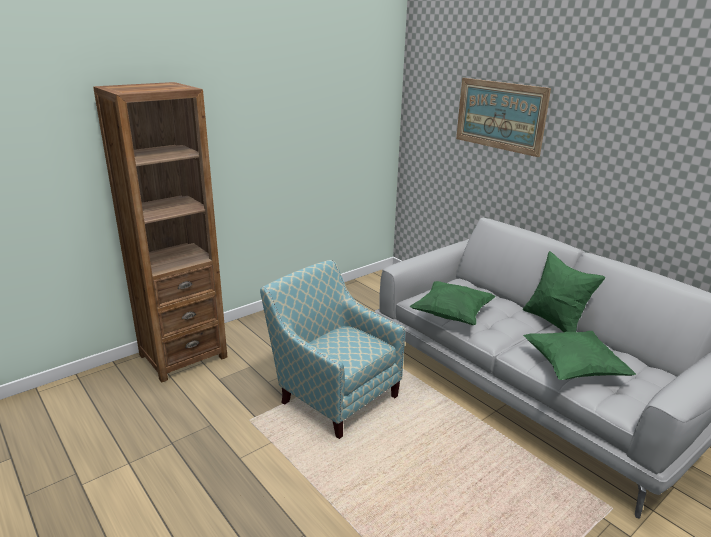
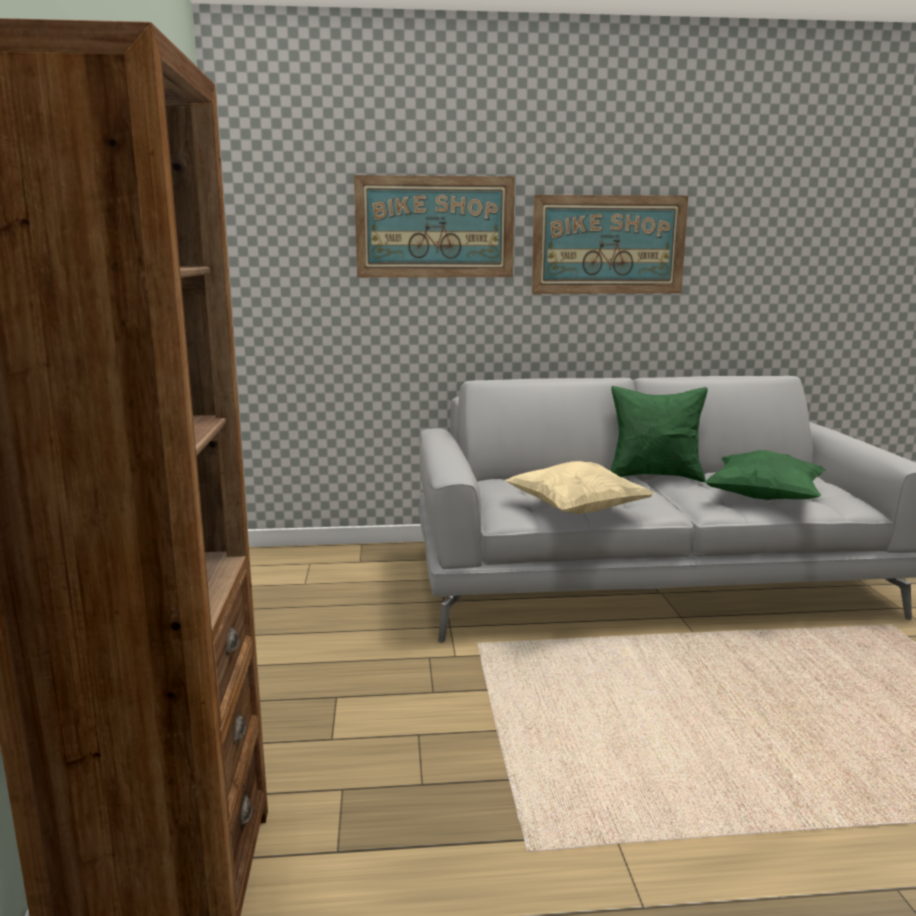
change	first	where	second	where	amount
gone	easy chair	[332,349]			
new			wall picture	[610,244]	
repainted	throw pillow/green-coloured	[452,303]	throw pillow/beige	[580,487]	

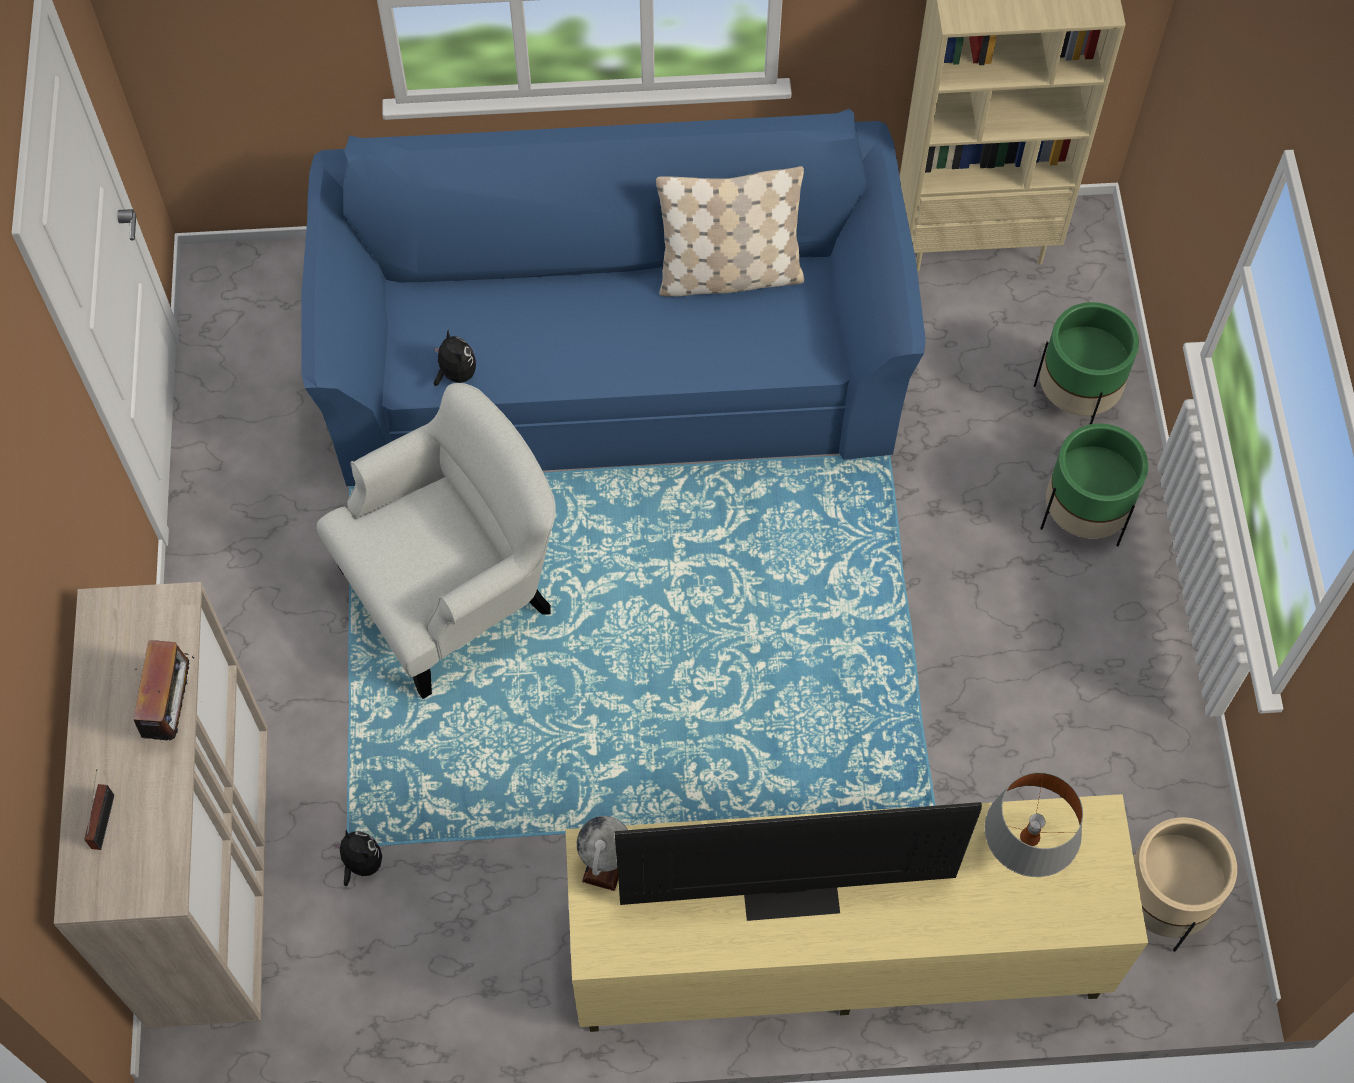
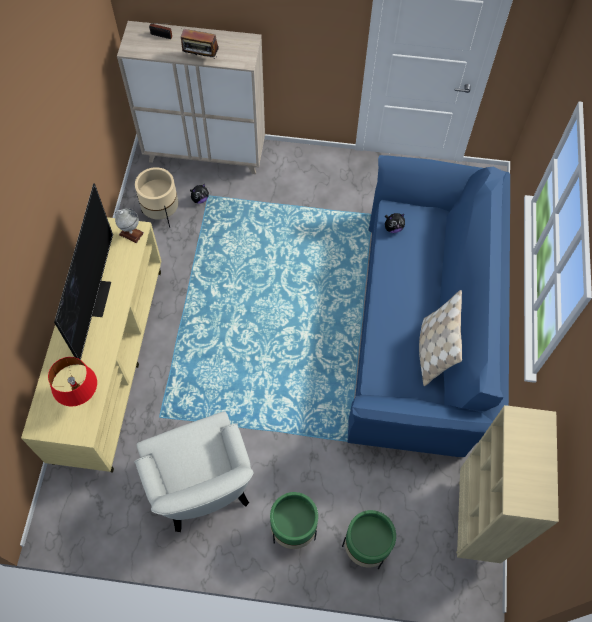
change	first	where	second	where	amount
shifted	easy chair/white	[436,541]		[194,471]	
shifted	plant pot/beige	[1185,884]		[157,197]	
repainted	lamp for a table/greyish	[1033,824]	lamp for a table/red	[72,381]	

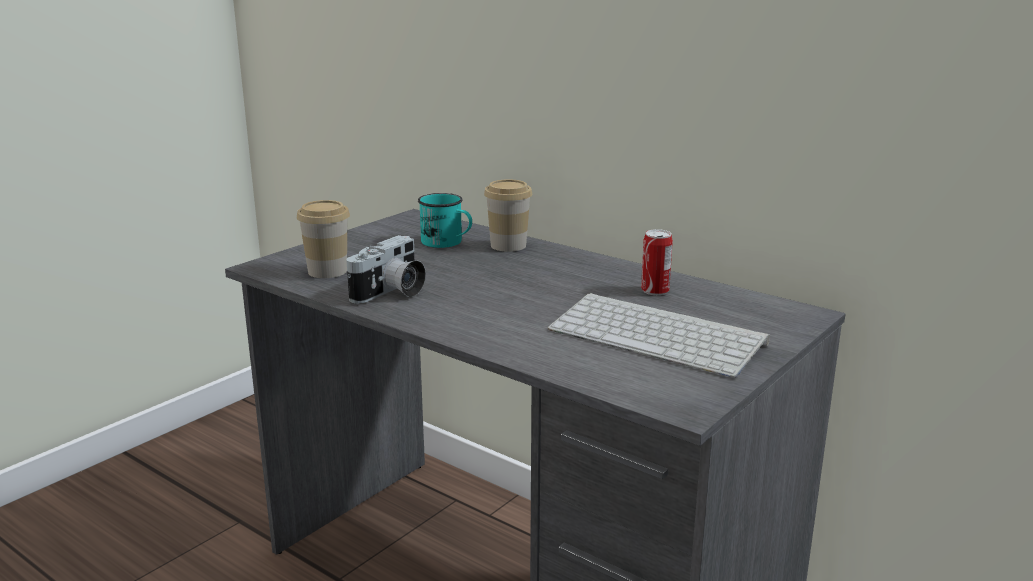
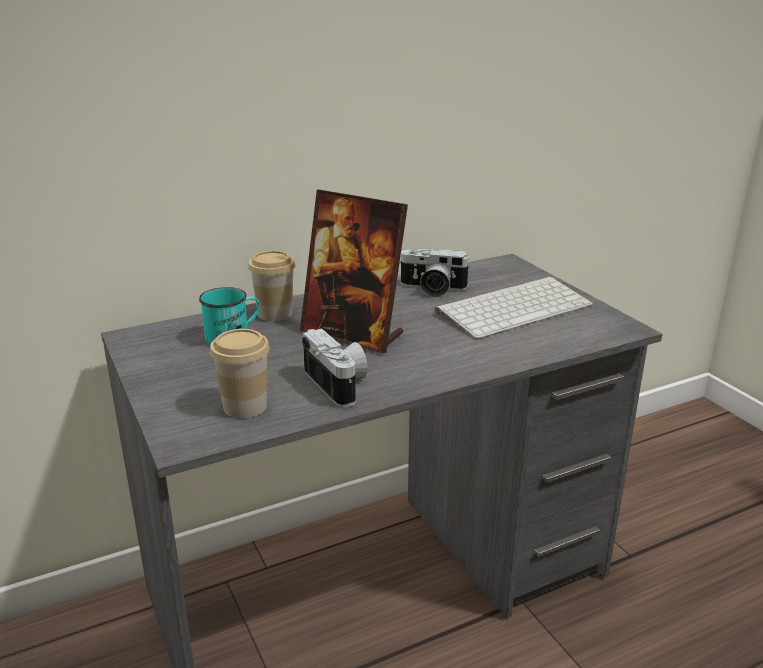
change	first	where	second	where	amount
new			picture frame	[354,272]	
swapped	metal can	[657,262]	photo camera	[435,273]	

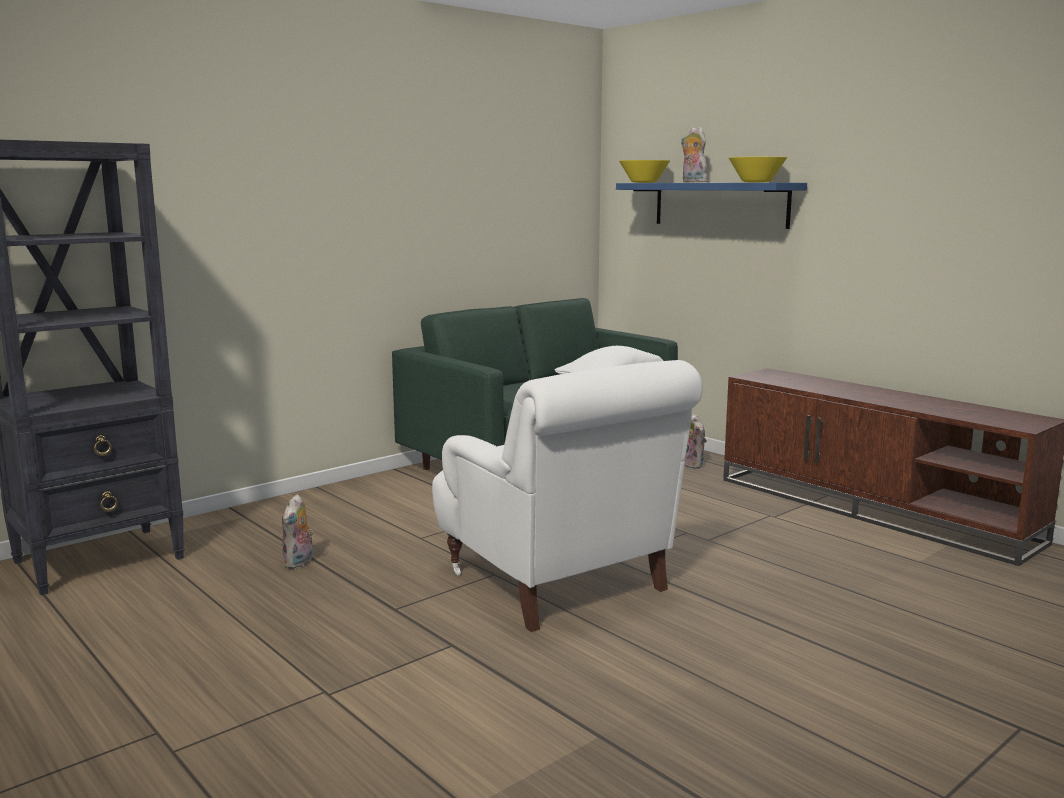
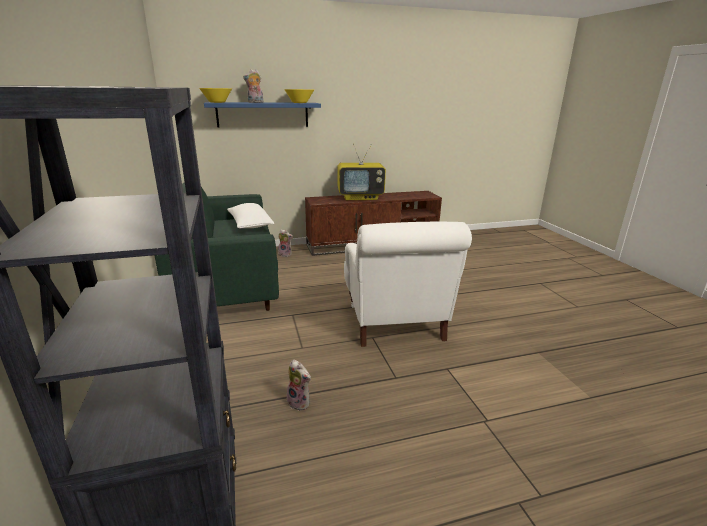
change	first	where	second	where	amount
new			TV	[361,171]	
rotated	easy chair/white	[567,496]		[408,284]	90 degrees clockwise

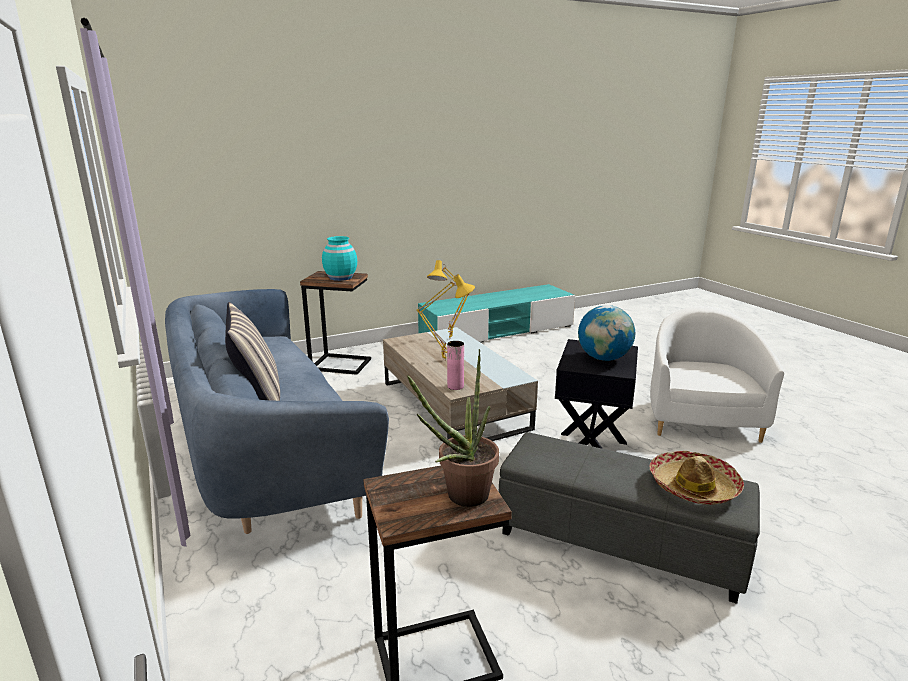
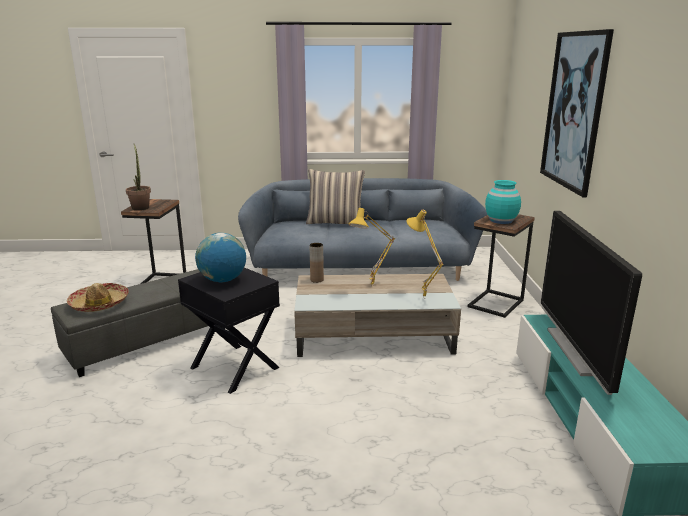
change	first	where	second	where	amount
gone	easy chair/white	[717,374]			
new			wall picture	[577,113]	
new			TV	[591,303]	
repainted	vase/pink-coloured	[455,365]	vase/brownish	[317,263]	

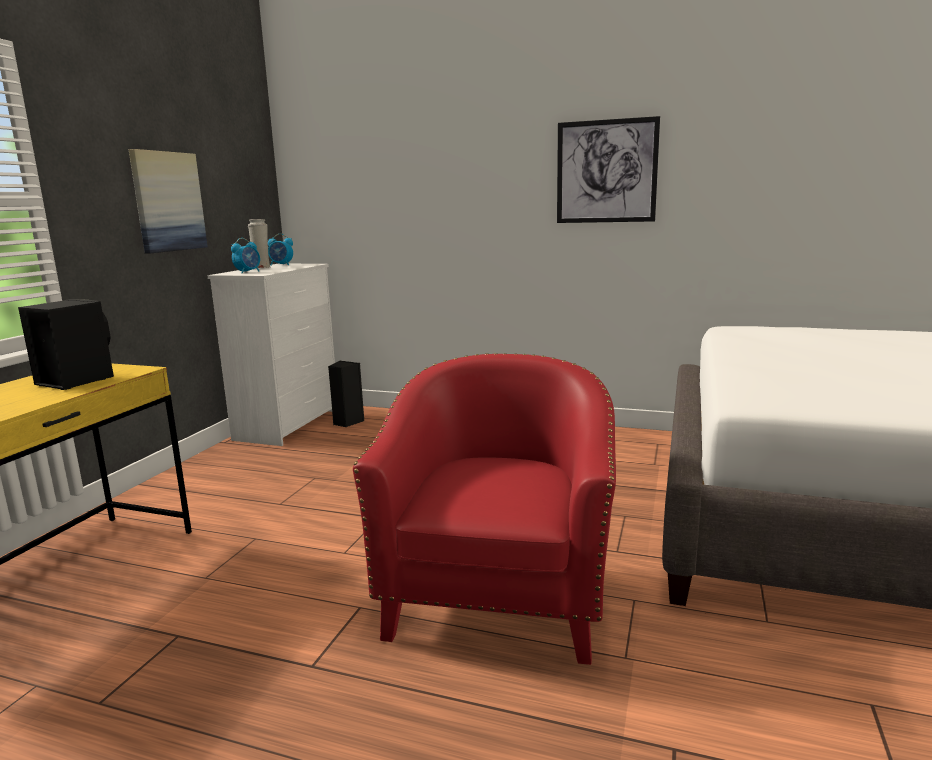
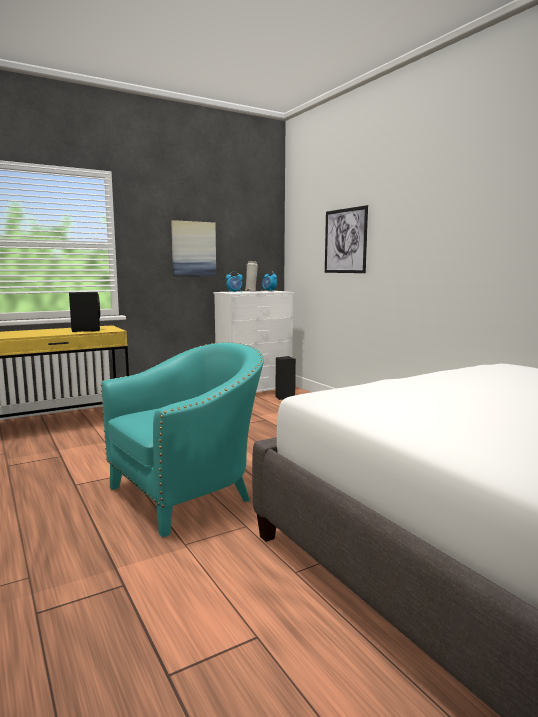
change	first	where	second	where	amount
shifted	wall picture	[608,169]		[346,239]	
repainted	easy chair/red	[484,509]	easy chair/blue-green	[182,439]	

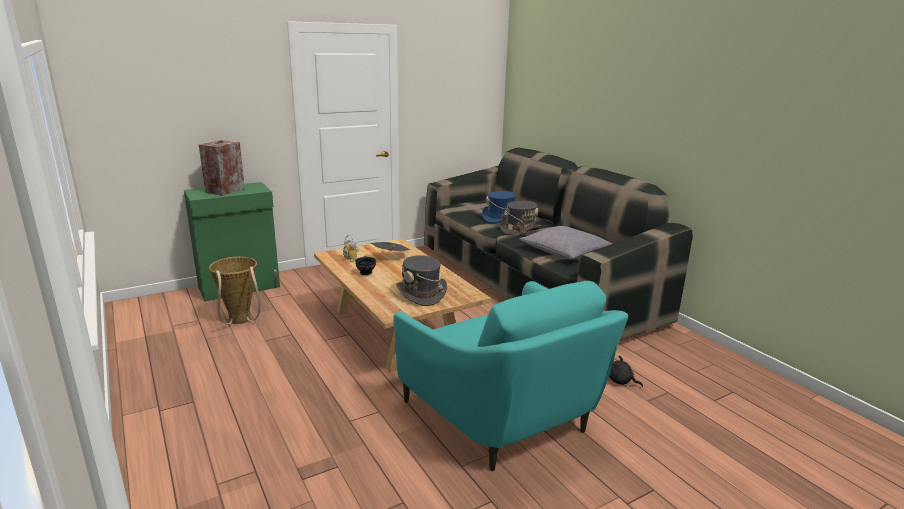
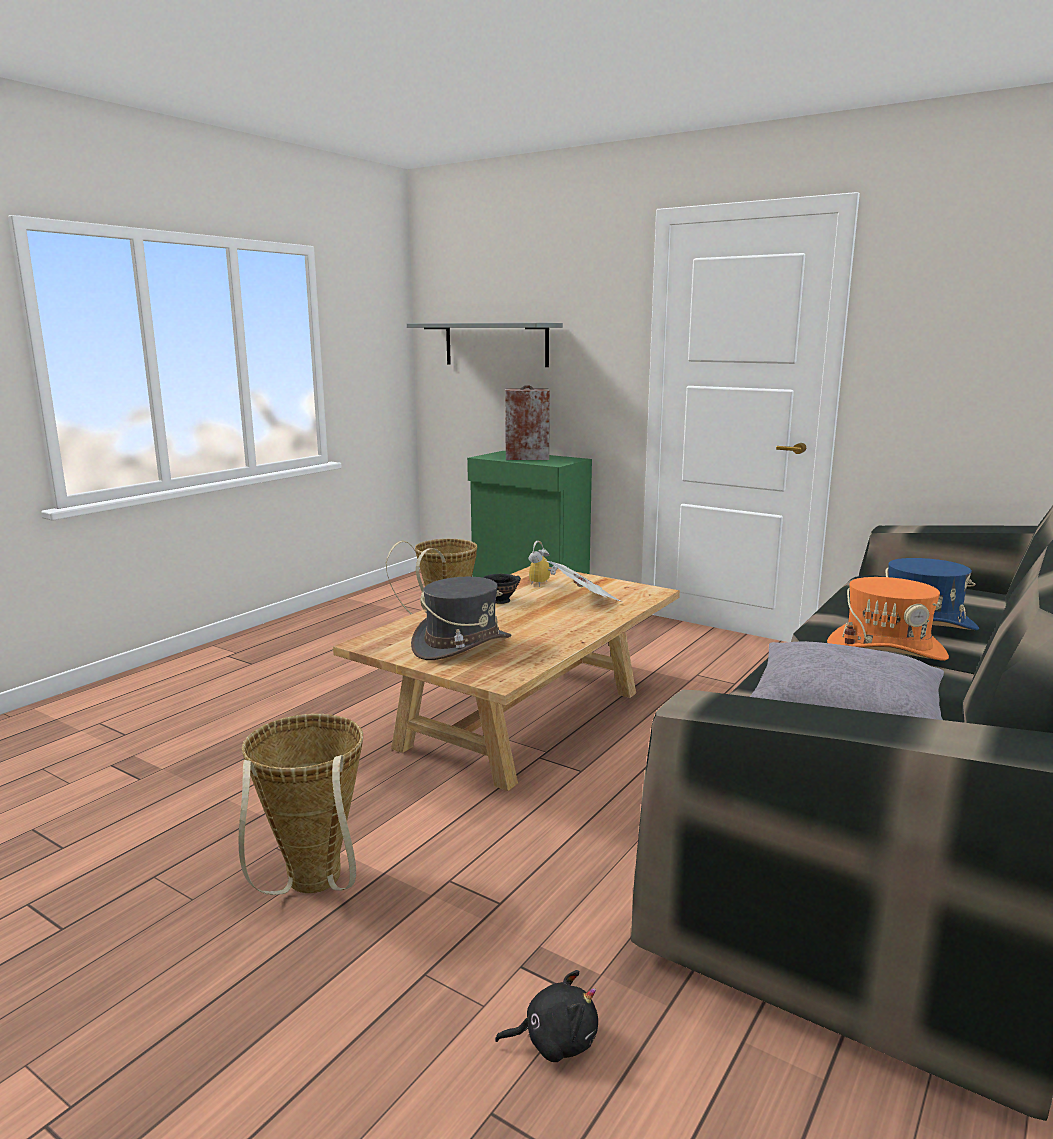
change	first	where	second	where	amount
new			wall shelf/greyish	[485,345]	
swapped	easy chair/blue-green	[510,376]	basket	[300,804]	
repainted	clothing hat/greyish	[520,218]	clothing hat/orangey	[888,619]	
rotated	cuddly toy/black-coloured	[626,371]		[546,1016]	75 degrees clockwise

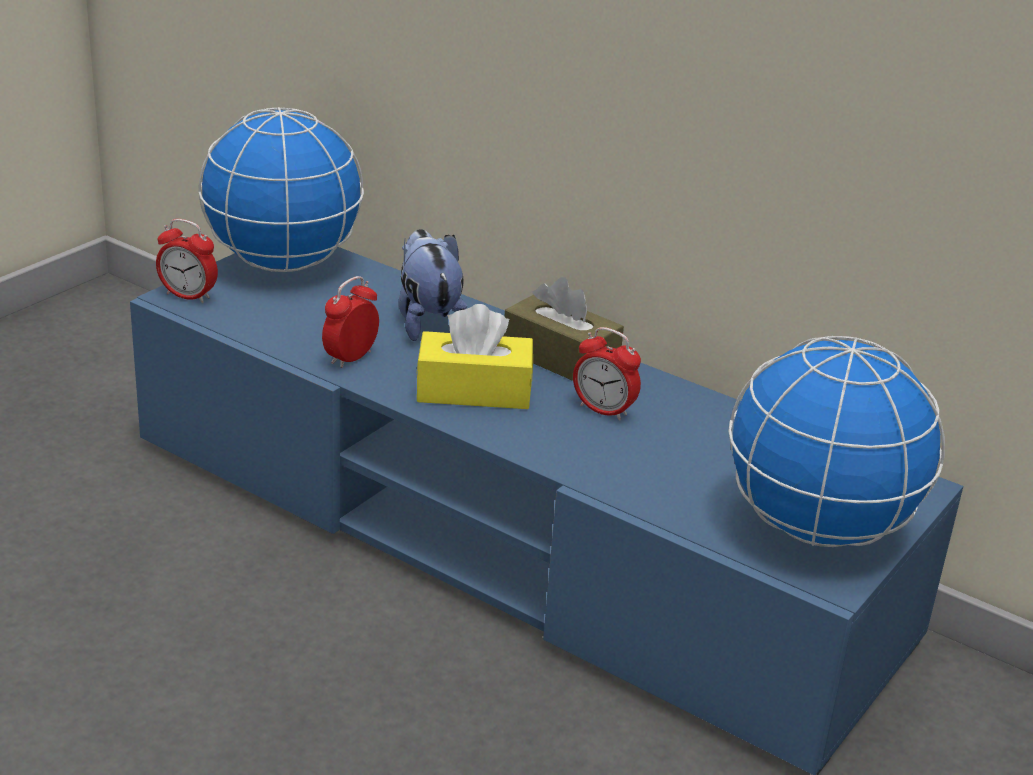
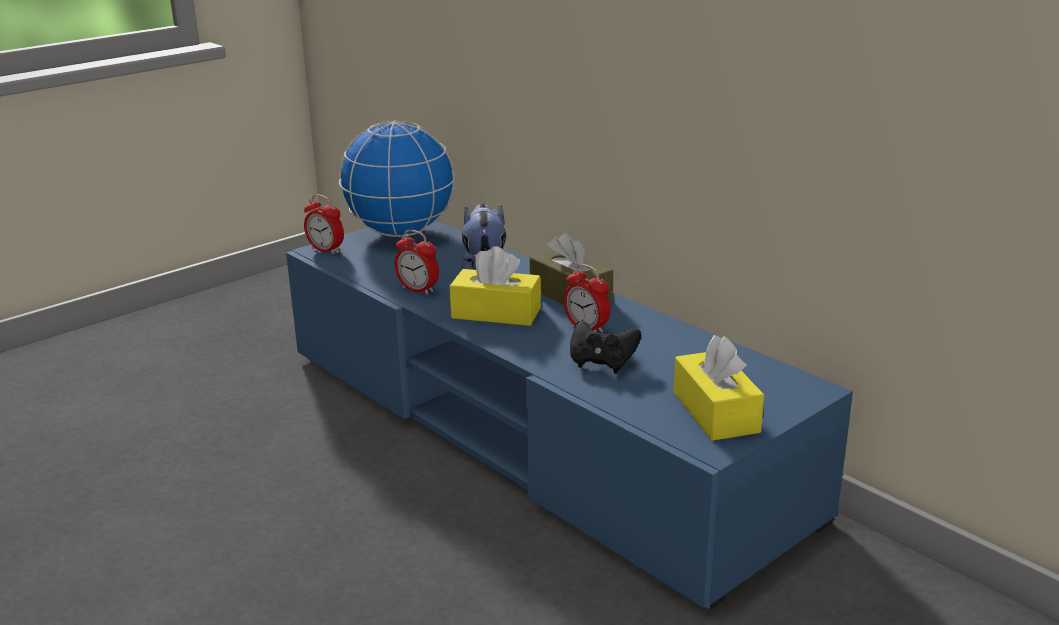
change	first	where	second	where	amount
new			gamepad/black-coloured	[605,347]	
swapped	globe	[836,441]	tissue holder/yellow	[719,388]	
rotated	alarm clock	[350,322]		[417,262]	105 degrees counterclockwise

